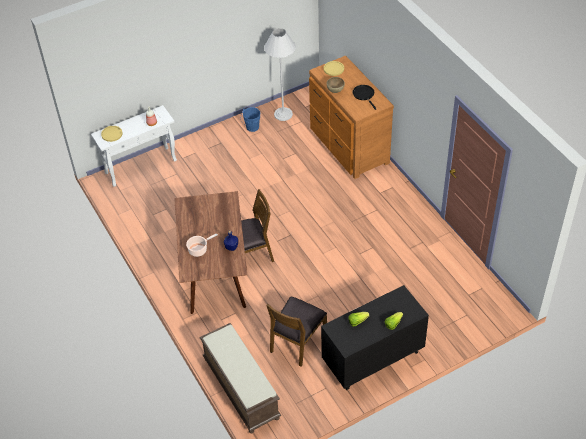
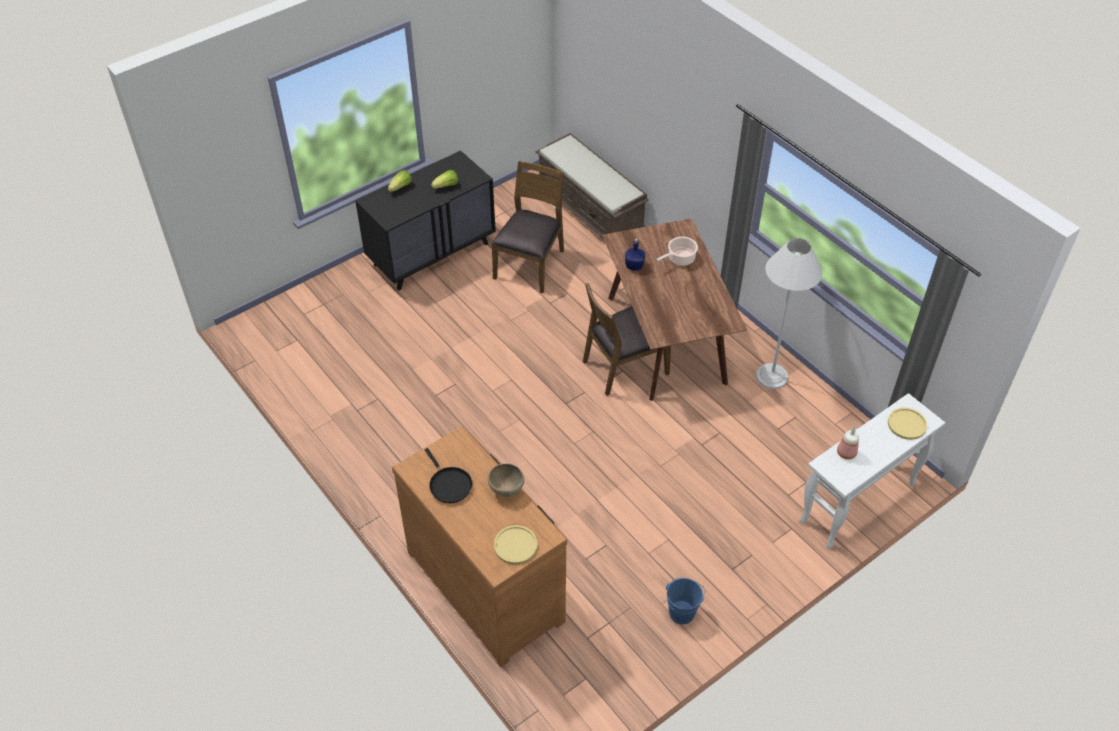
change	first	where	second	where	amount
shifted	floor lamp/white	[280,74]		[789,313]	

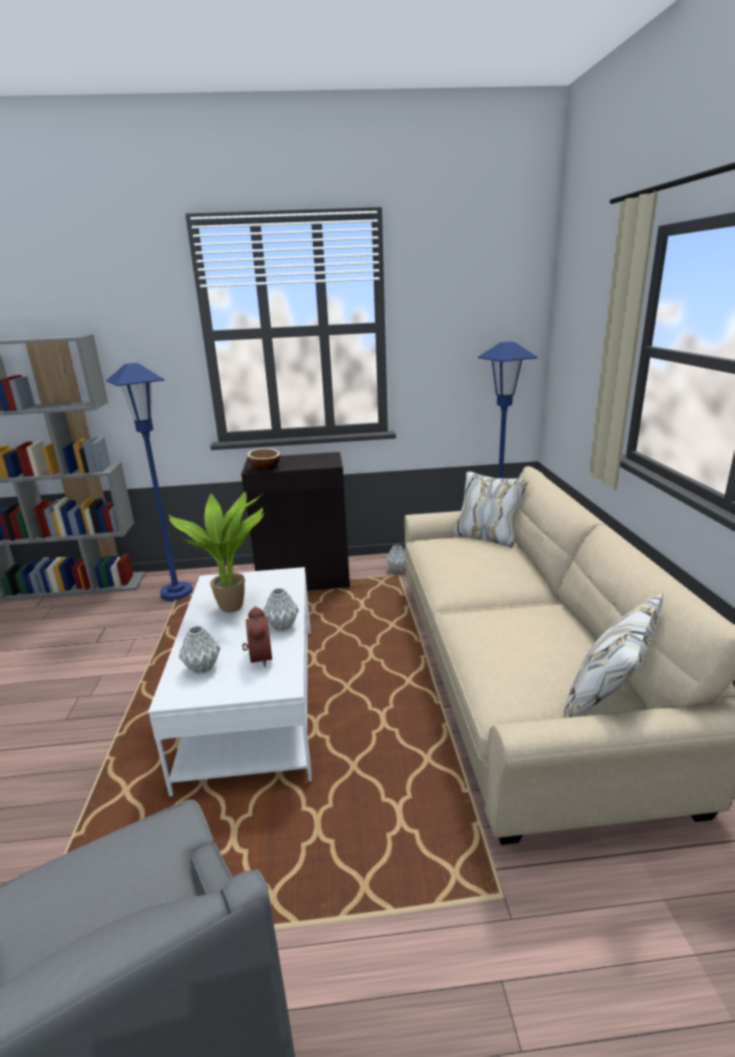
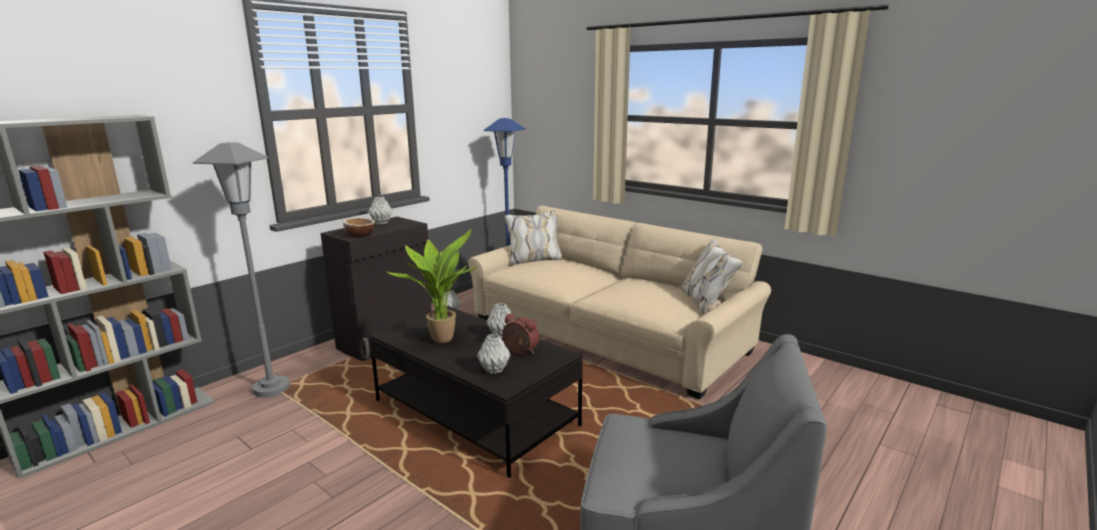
change	first	where	second	where	amount
new			vase/greyish	[381,210]	
repainted	floor lamp/blue	[150,482]	floor lamp/greyish	[241,270]	
repainted	coffee table/white	[230,681]	coffee table/black-coloured	[476,392]	

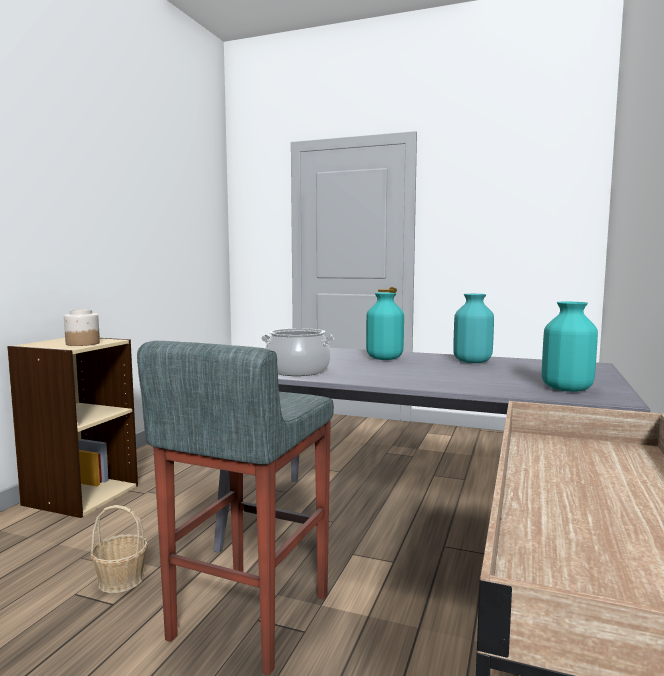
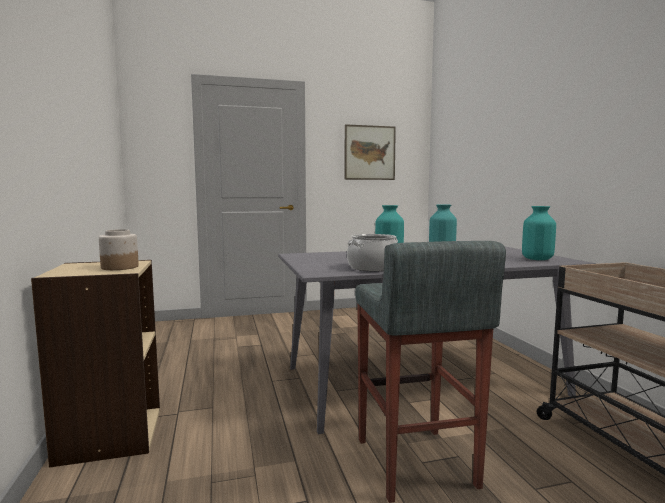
change	first	where	second	where	amount
gone	basket	[119,549]			
new			wall picture	[370,152]	

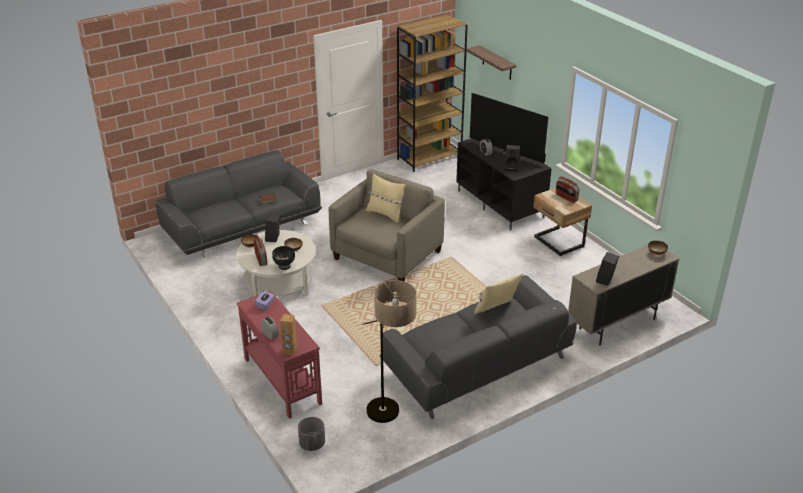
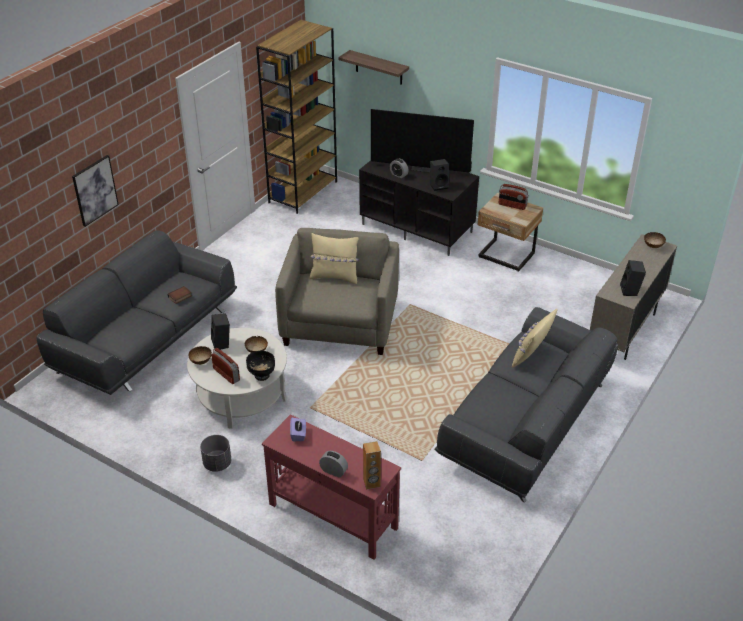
change	first	where	second	where	amount
gone	floor lamp	[389,351]			
new			wall picture	[95,191]	
shifted	plant pot/greyish	[311,434]		[215,453]	

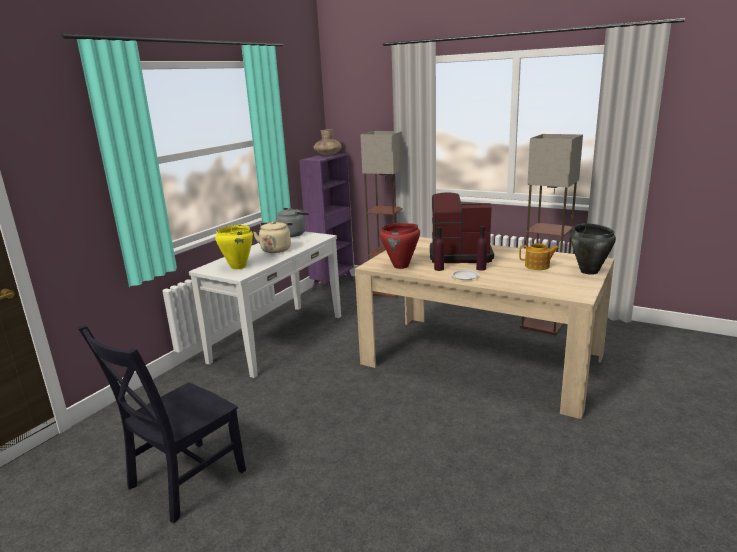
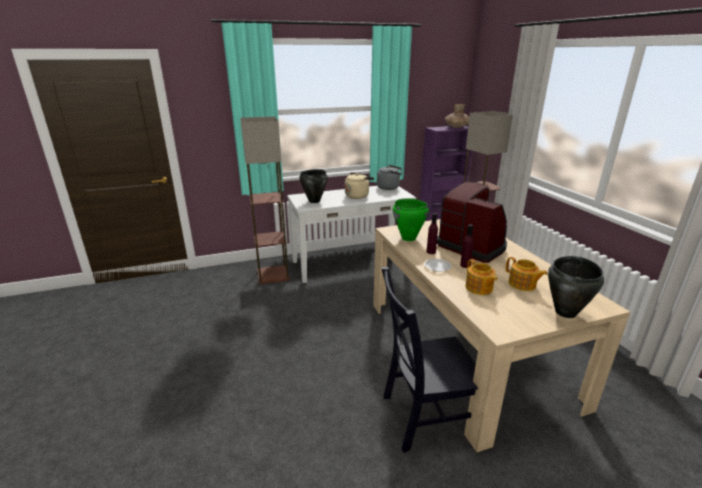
change	first	where	second	where	amount
new			teapot	[481,277]	
shifted	plain chair/black-coloured	[161,424]		[429,360]	
shifted	floor lamp	[551,234]		[265,200]	
repainted	cooking pot/yellow	[234,247]	cooking pot/black-coloured	[313,186]	
repainted	cooking pot/red	[400,246]	cooking pot/green-coloured	[411,219]	

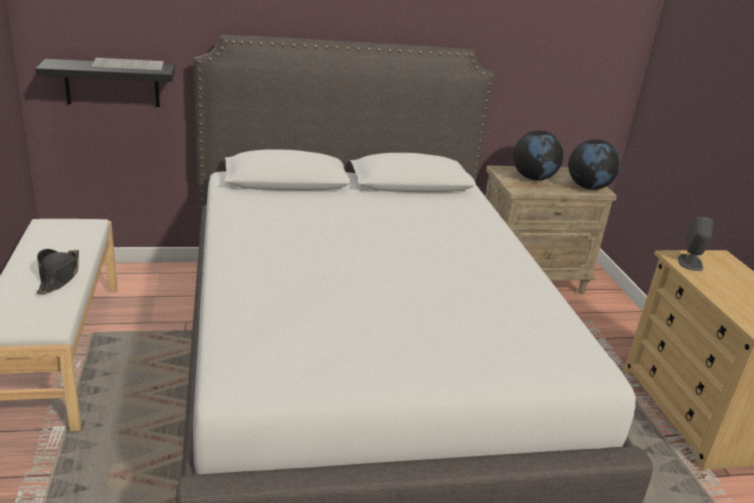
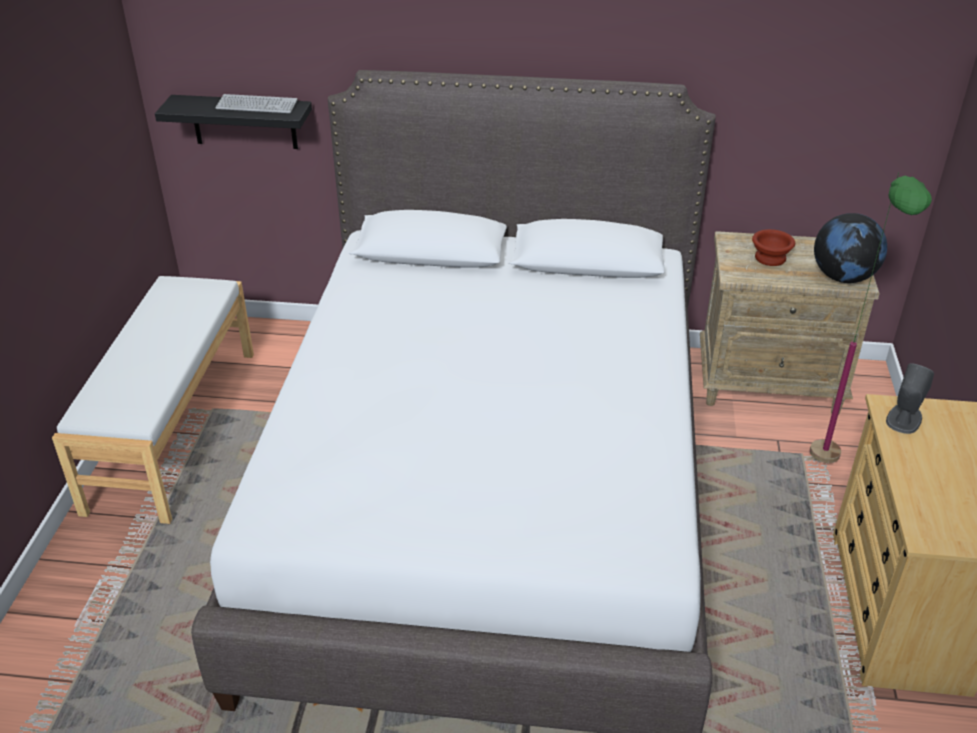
change	first	where	second	where	amount
gone	clothing hat/black-coloured	[57,271]			
new			floor lamp/green-coloured	[871,317]	
swapped	globe	[538,155]	deep dish/brownish	[773,247]	

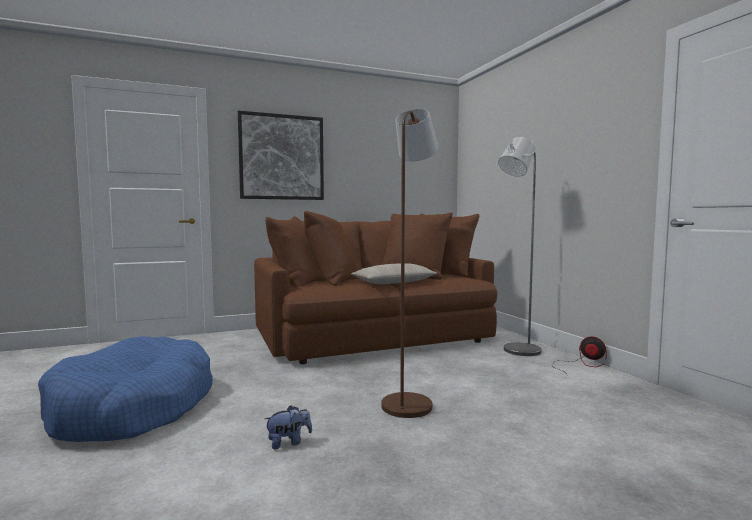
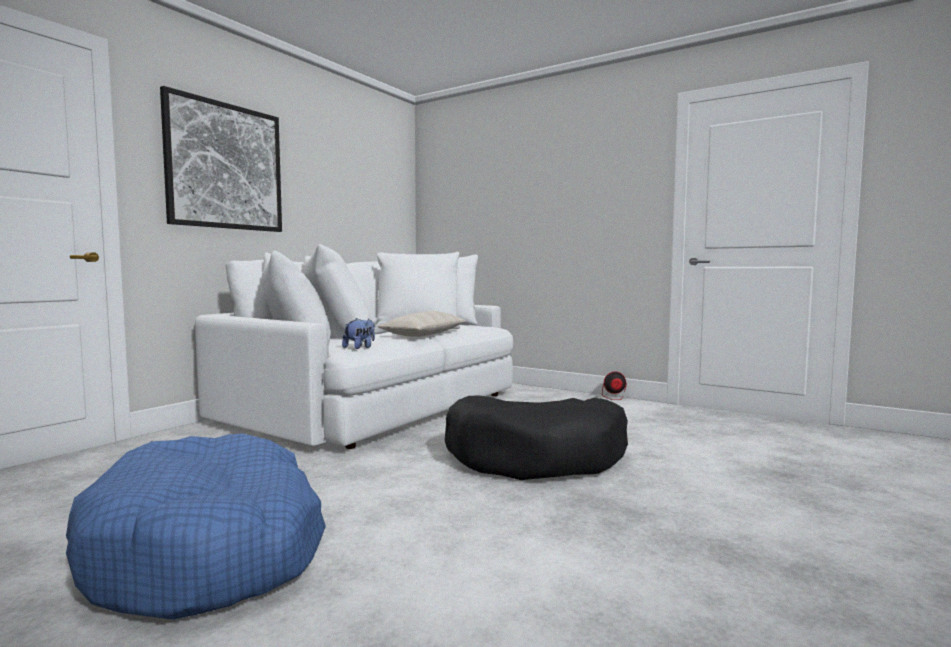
change	first	where	second	where	amount
gone	floor lamp/greyish	[519,246]			
shifted	cuddly toy	[288,427]		[358,333]	
swapped	floor lamp/brownish	[409,263]	pet bed/black-coloured	[536,437]	
repainted	sofa/brownish	[375,287]	sofa/white	[354,346]	

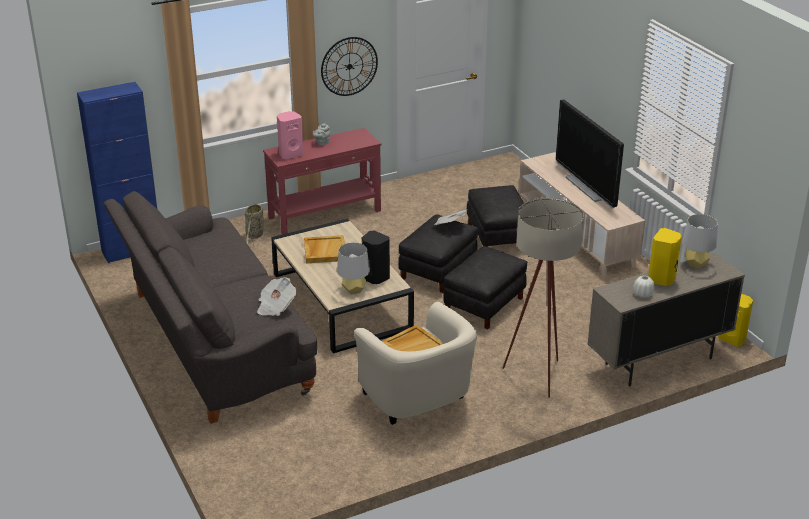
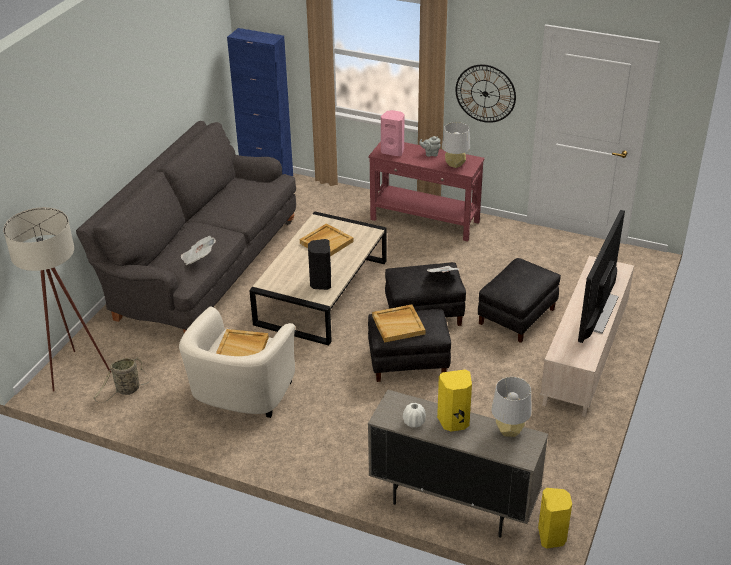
change	first	where	second	where	amount
new			serving tray/beige	[399,323]	
shifted	basket	[254,225]		[122,380]	
shifted	lamp for a table/greyish	[353,268]		[456,145]	
shifted	floor lamp/beige	[543,298]		[57,299]	

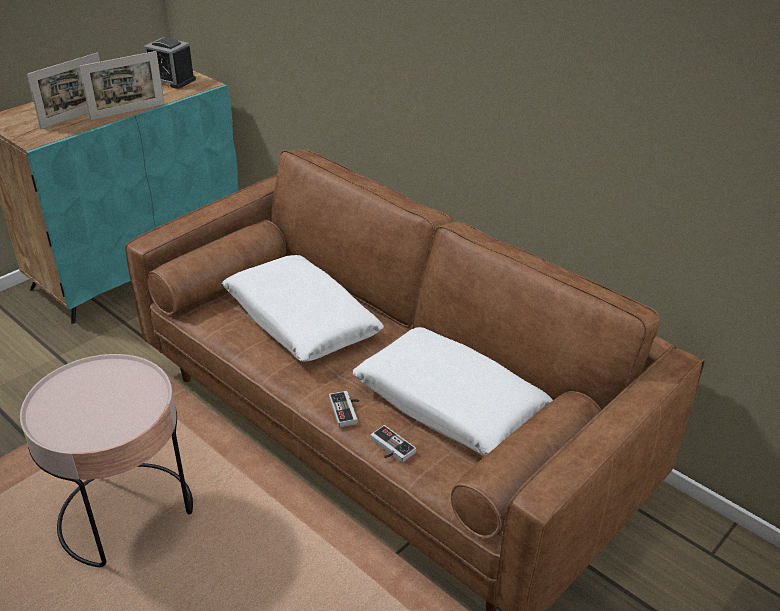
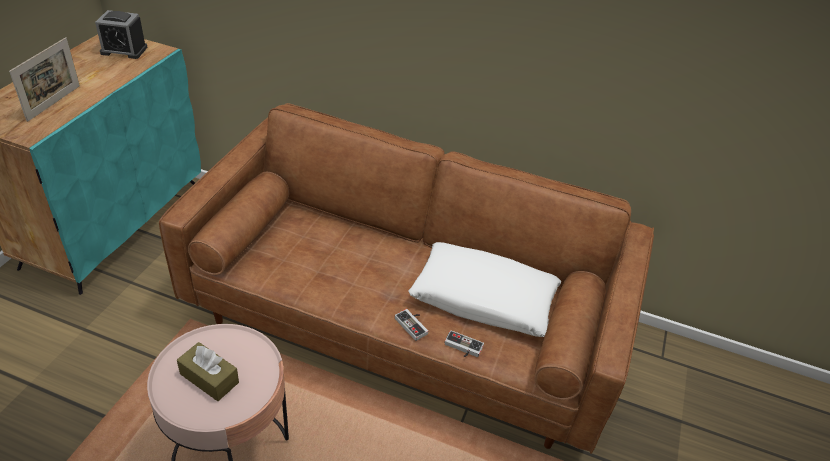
change	first	where	second	where	amount
gone	picture frame	[121,85]			
gone	throw pillow/white	[303,308]			
new			tissue holder/brownish	[208,371]	

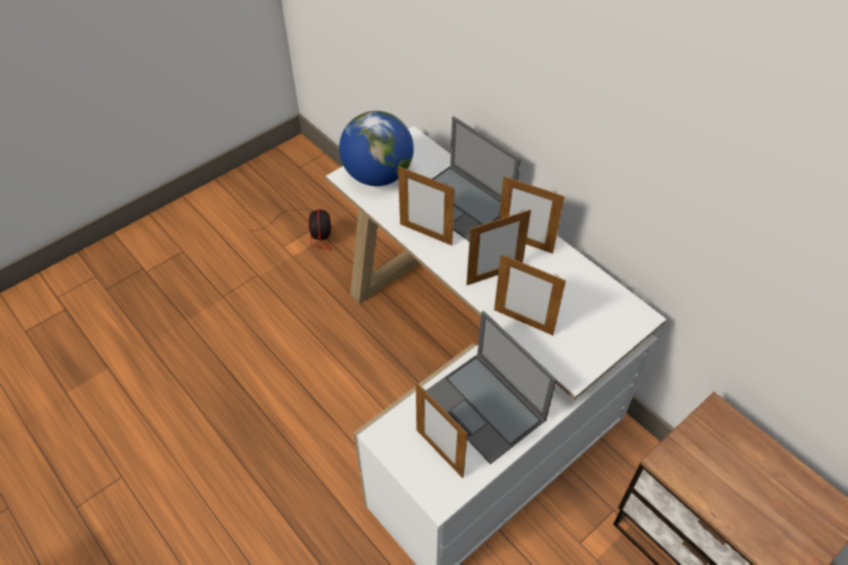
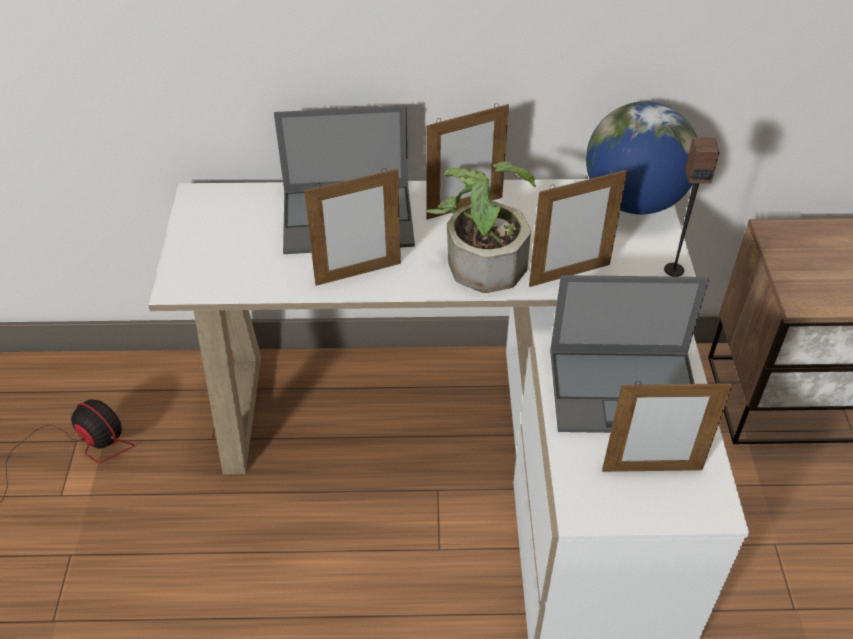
change	first	where	second	where	amount
new			loudspeaker	[691,207]	
shifted	globe	[376,148]		[641,157]	
swapped	picture frame	[498,247]	potted plant	[481,227]	

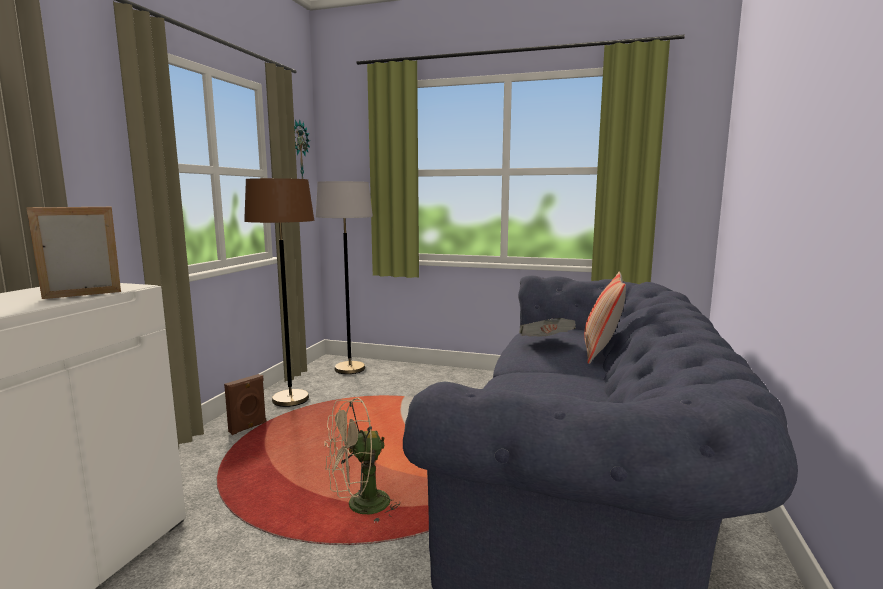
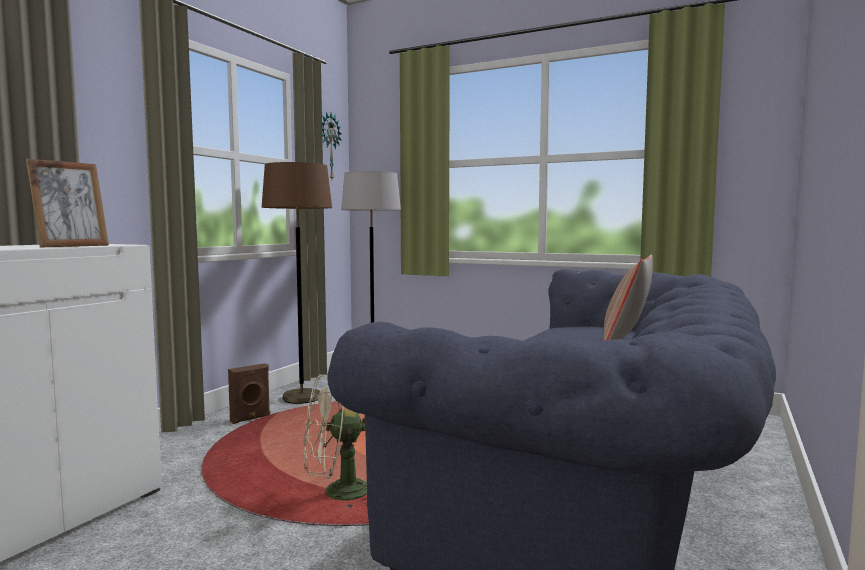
change	first	where	second	where	amount
gone	daily paper	[547,327]			
rotated	picture frame	[74,253]		[67,203]	150 degrees clockwise

